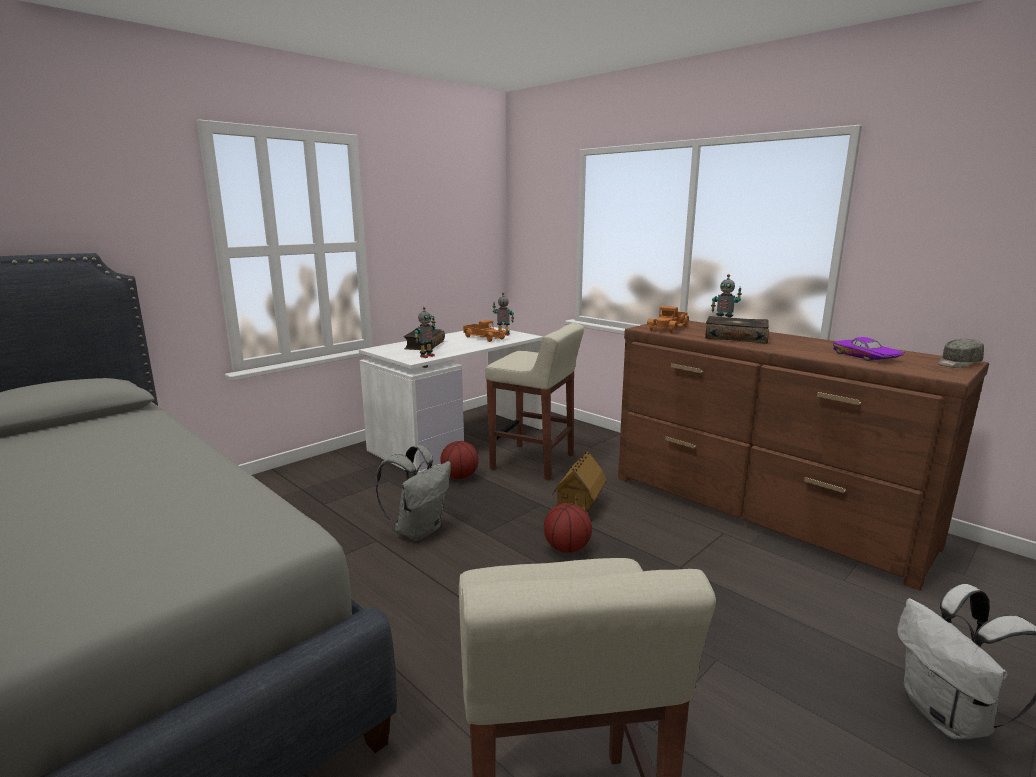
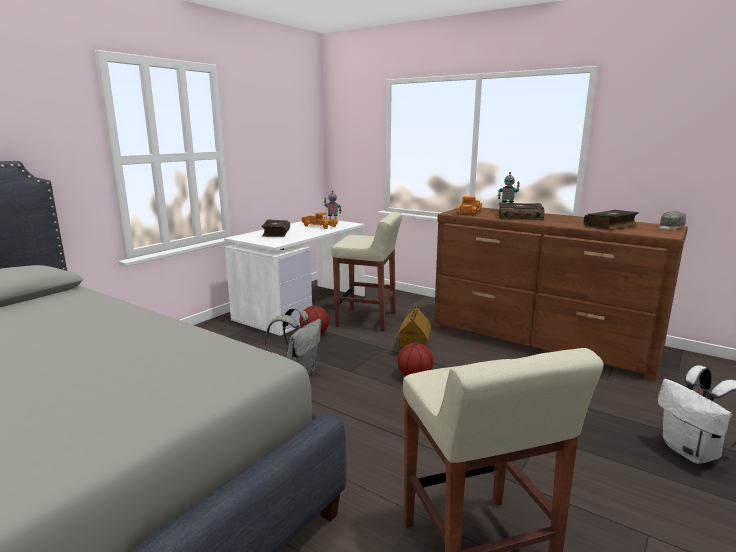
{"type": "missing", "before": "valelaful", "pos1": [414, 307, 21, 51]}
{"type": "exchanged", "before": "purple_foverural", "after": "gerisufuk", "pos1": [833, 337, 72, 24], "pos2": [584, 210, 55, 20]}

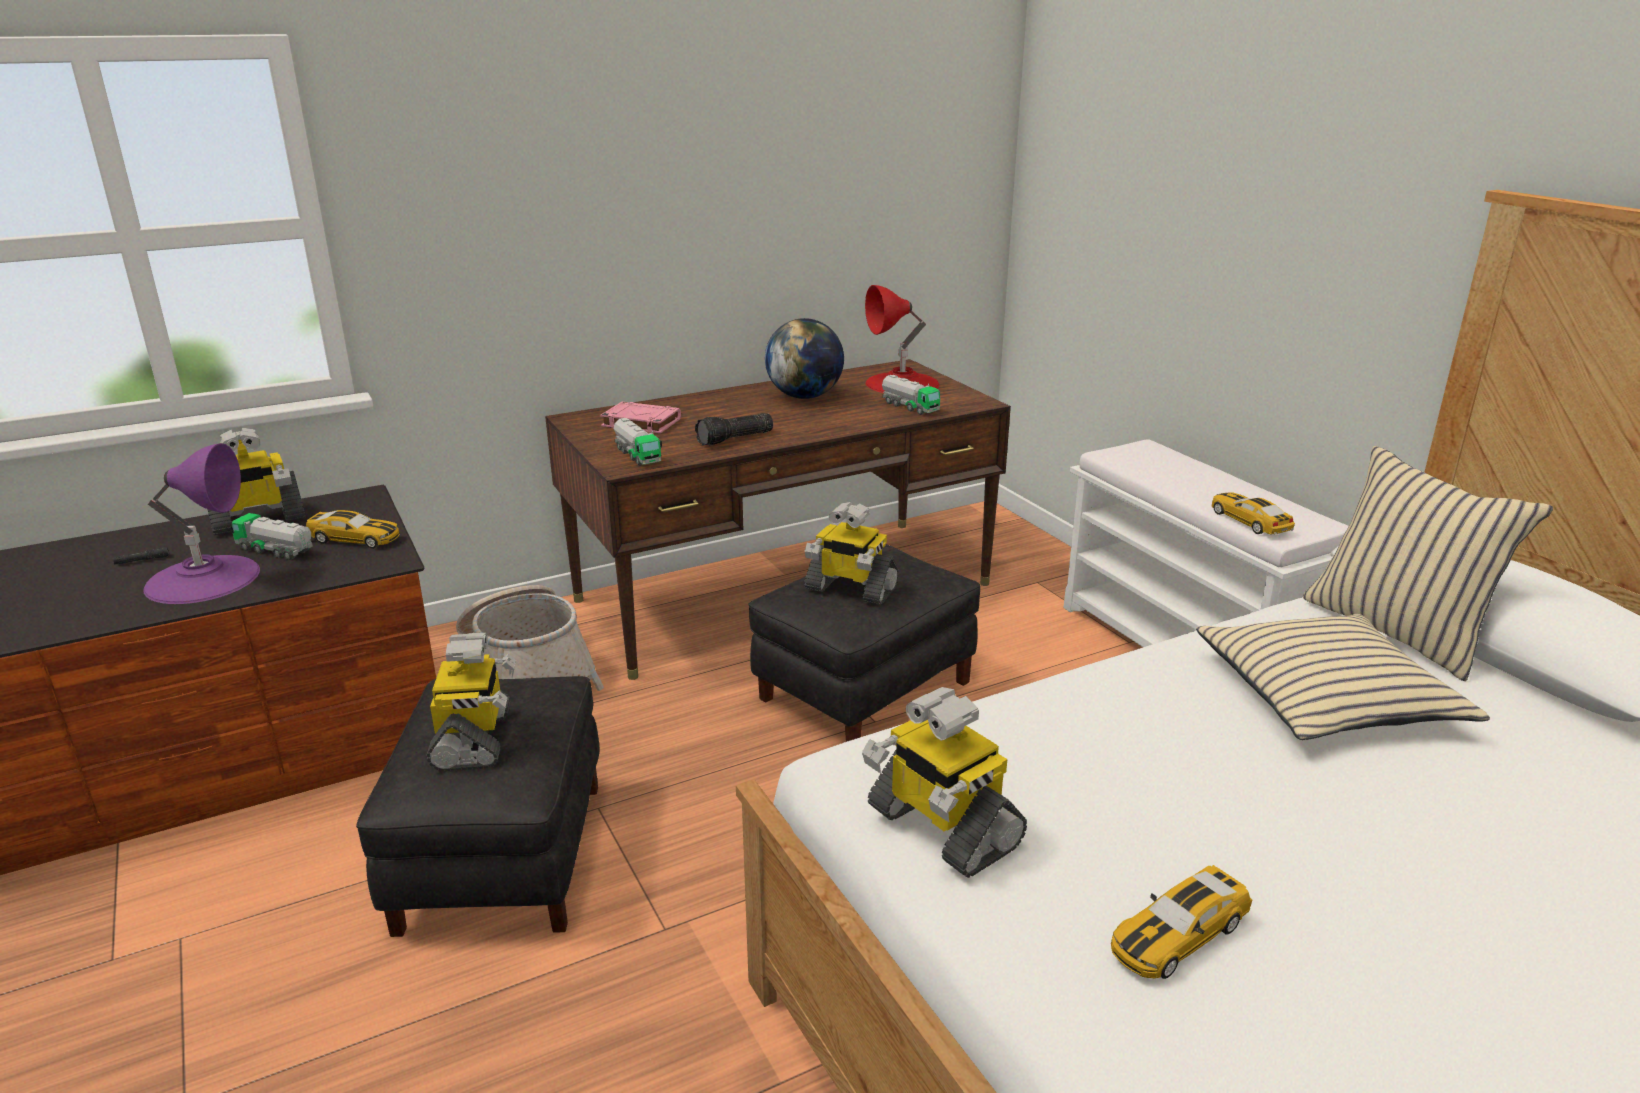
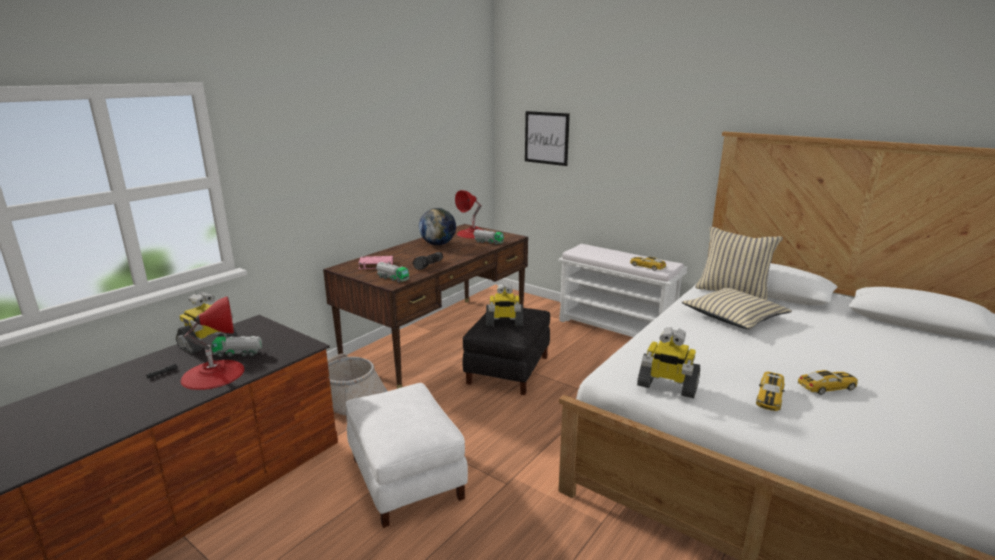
{"type": "colour", "before": "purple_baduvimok", "after": "red_baduvimok", "pos1": [143, 443, 117, 161], "pos2": [181, 296, 64, 94]}
{"type": "relocated", "before": "foverural", "pos1": [306, 510, 94, 39], "pos2": [798, 370, 60, 25]}
{"type": "colour", "before": "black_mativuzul", "after": "white_mativuzul", "pos1": [356, 676, 243, 261], "pos2": [346, 383, 122, 145]}
{"type": "missing", "before": "valelaful", "pos1": [427, 633, 89, 138]}
{"type": "appeared", "after": "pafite", "pos2": [525, 111, 45, 55]}

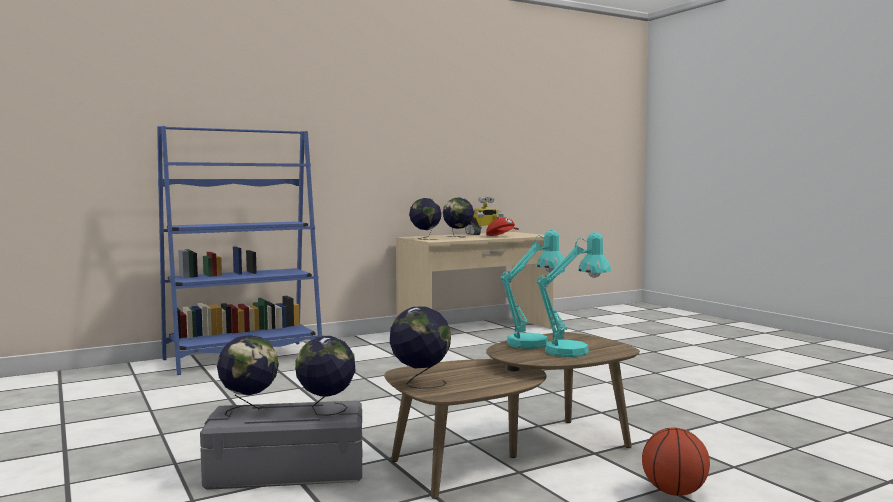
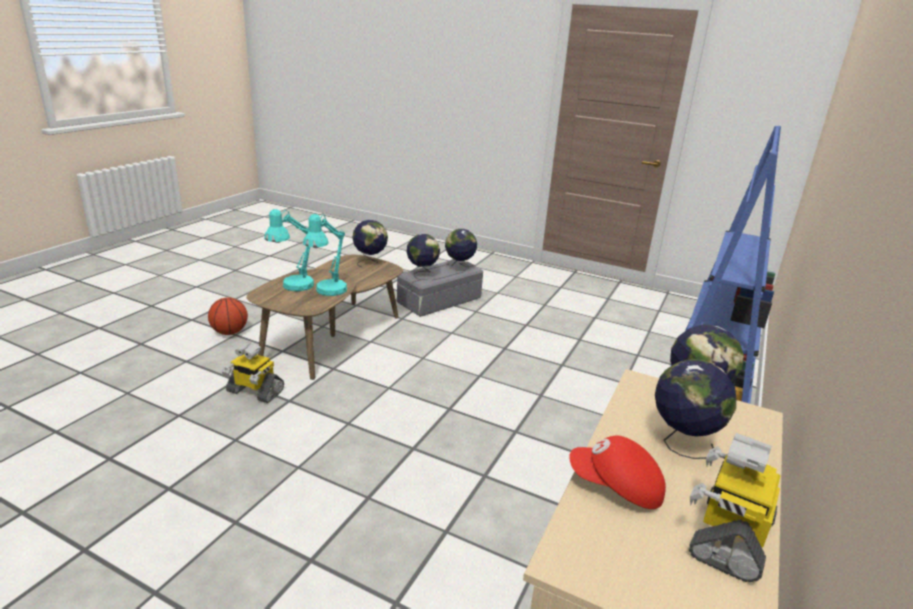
{"type": "appeared", "after": "valelaful", "pos2": [222, 343, 62, 60]}

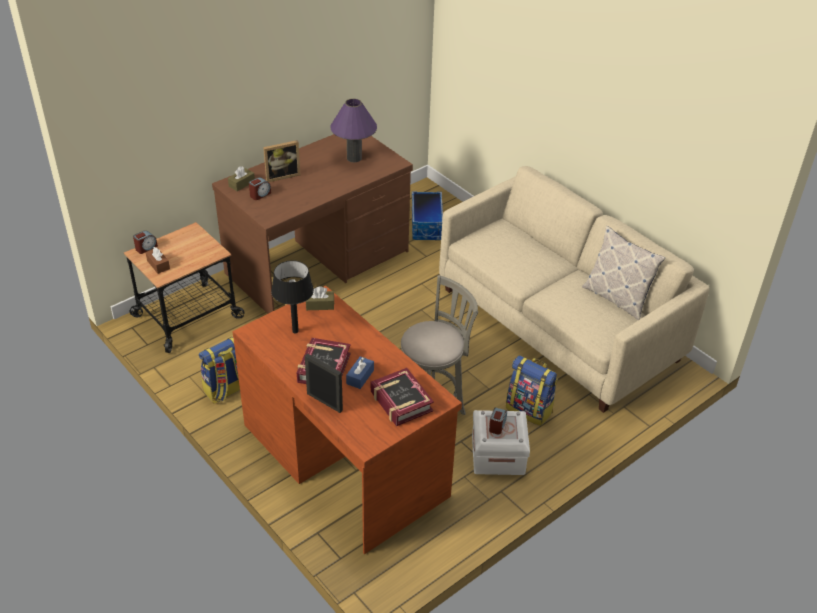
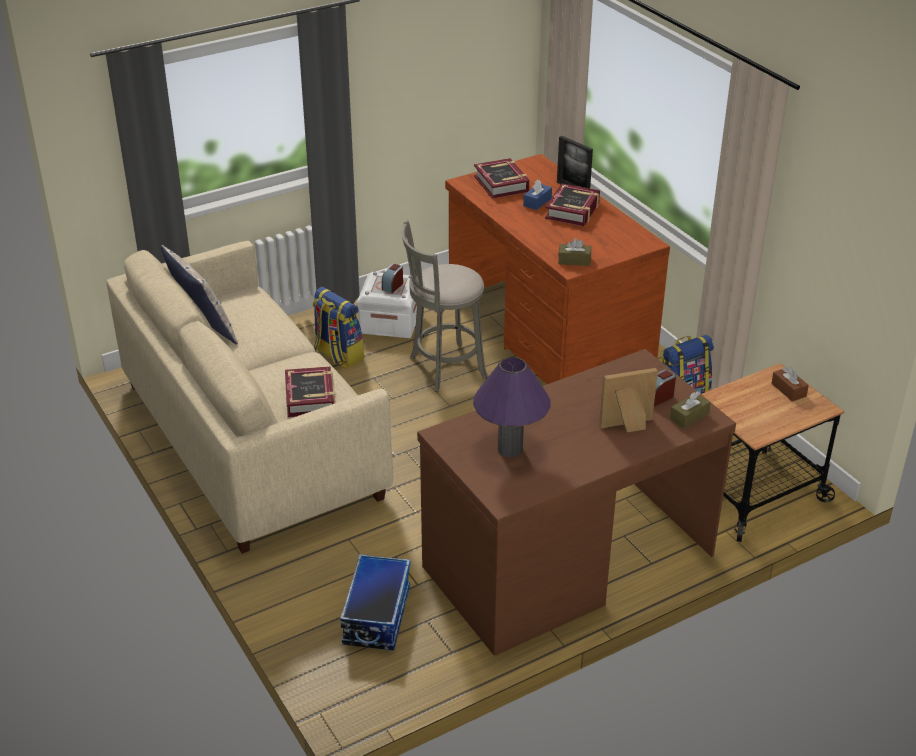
{"type": "missing", "before": "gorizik", "pos1": [133, 231, 25, 23]}
{"type": "missing", "before": "black_baduvimok", "pos1": [271, 260, 43, 73]}
{"type": "appeared", "after": "gerisufuk", "pos2": [285, 366, 50, 51]}

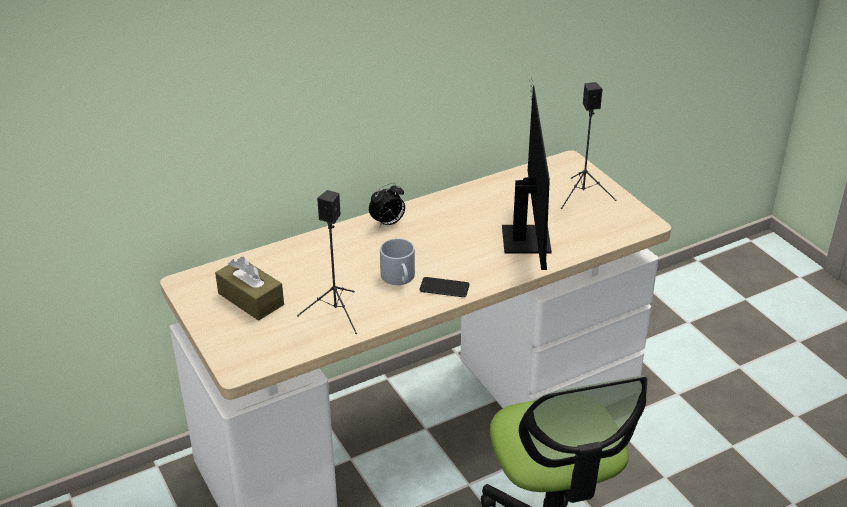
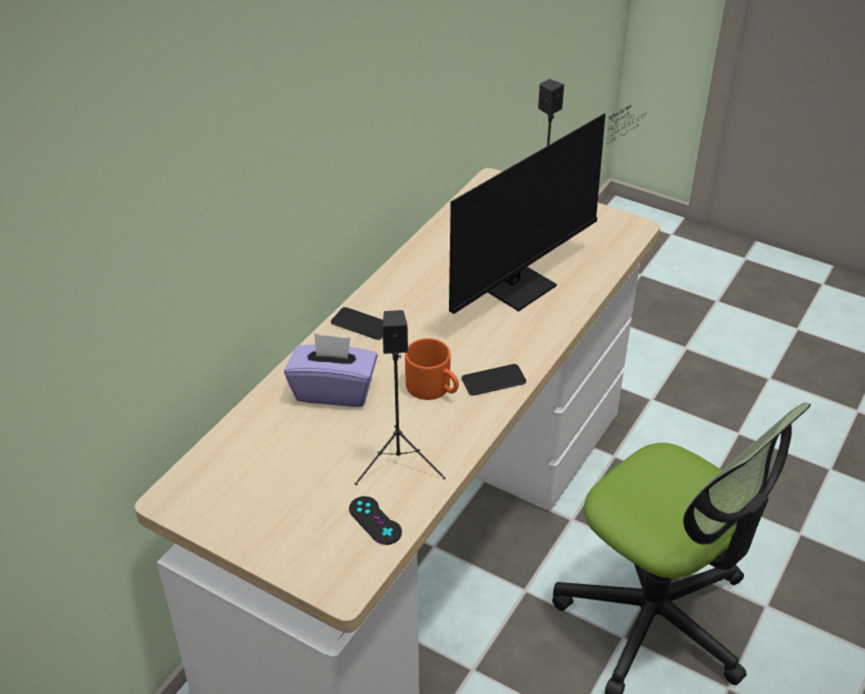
{"type": "missing", "before": "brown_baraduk", "pos1": [215, 257, 69, 64]}
{"type": "exchanged", "before": "gorizik", "after": "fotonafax", "pos1": [369, 183, 36, 45], "pos2": [331, 307, 52, 33]}
{"type": "colour", "before": "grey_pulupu", "after": "orange_pulupu", "pos1": [380, 238, 35, 47], "pos2": [405, 338, 54, 62]}
{"type": "spun", "before": "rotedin", "pos1": [502, 76, 50, 194], "pos2": [449, 105, 198, 209], "turn": 75}
{"type": "appeared", "after": "purple_baraduk", "pos2": [284, 333, 94, 74]}
{"type": "appeared", "after": "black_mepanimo", "pos2": [349, 496, 53, 49]}

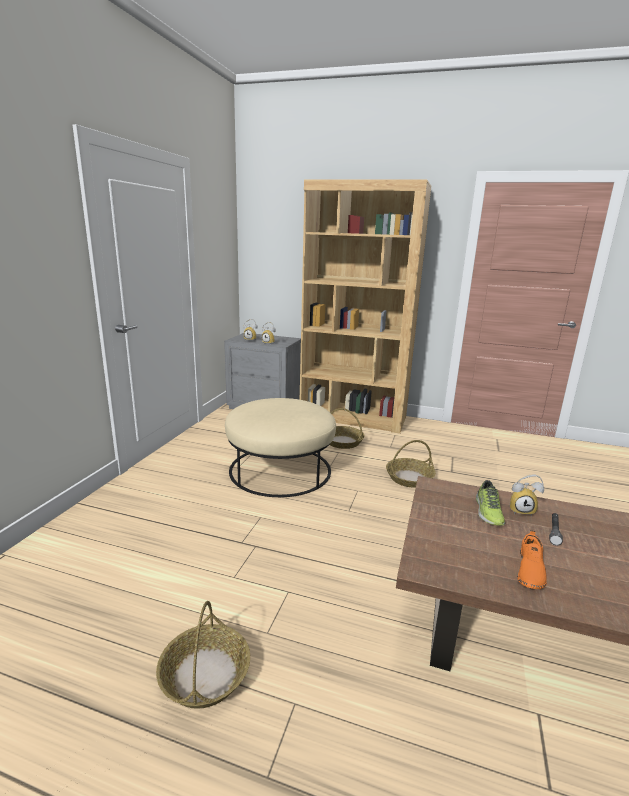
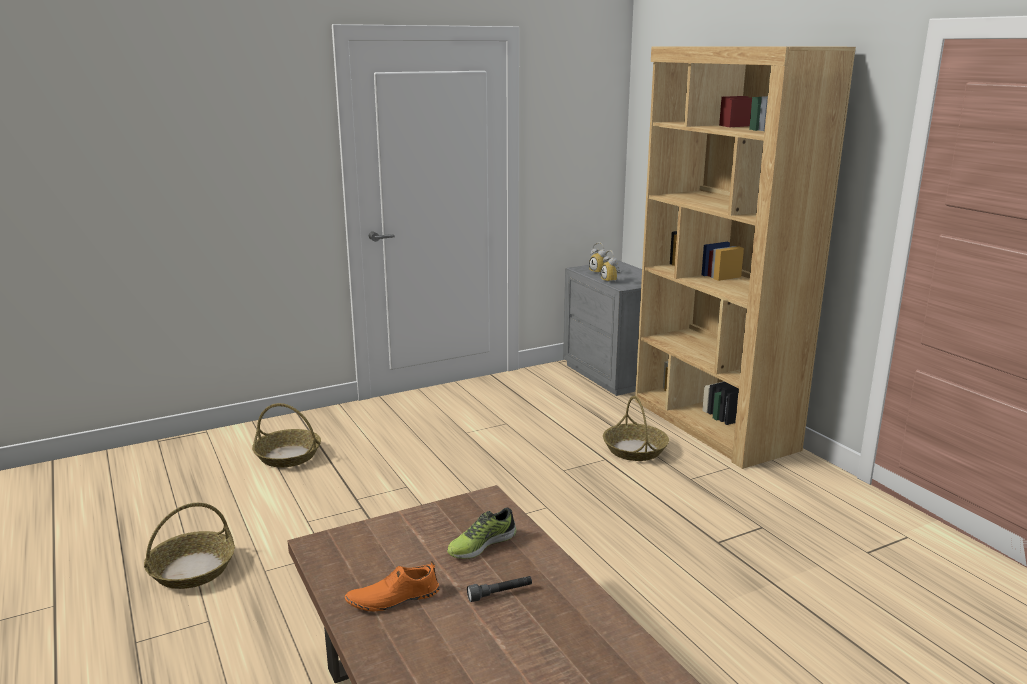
{"type": "missing", "before": "beige_mativuzul", "pos1": [225, 398, 111, 99]}
{"type": "relocated", "before": "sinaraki", "pos1": [386, 440, 50, 48], "pos2": [252, 403, 69, 65]}
{"type": "missing", "before": "gorizik", "pos1": [510, 474, 34, 42]}

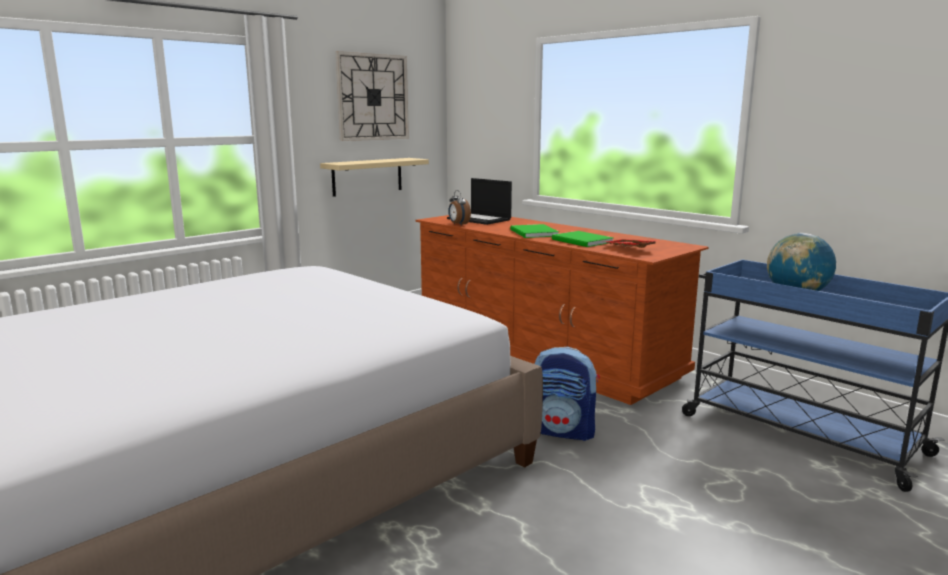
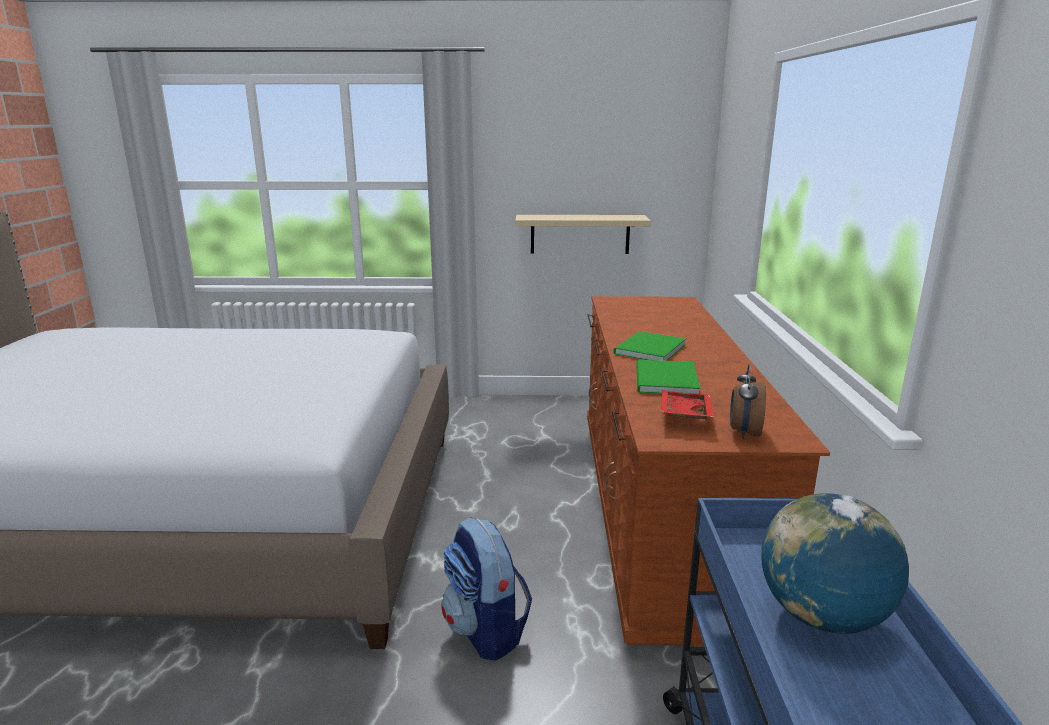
{"type": "missing", "before": "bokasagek", "pos1": [335, 51, 74, 90]}
{"type": "missing", "before": "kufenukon", "pos1": [447, 178, 65, 47]}
{"type": "relocated", "before": "gorizik", "pos1": [448, 190, 23, 36], "pos2": [730, 364, 36, 75]}

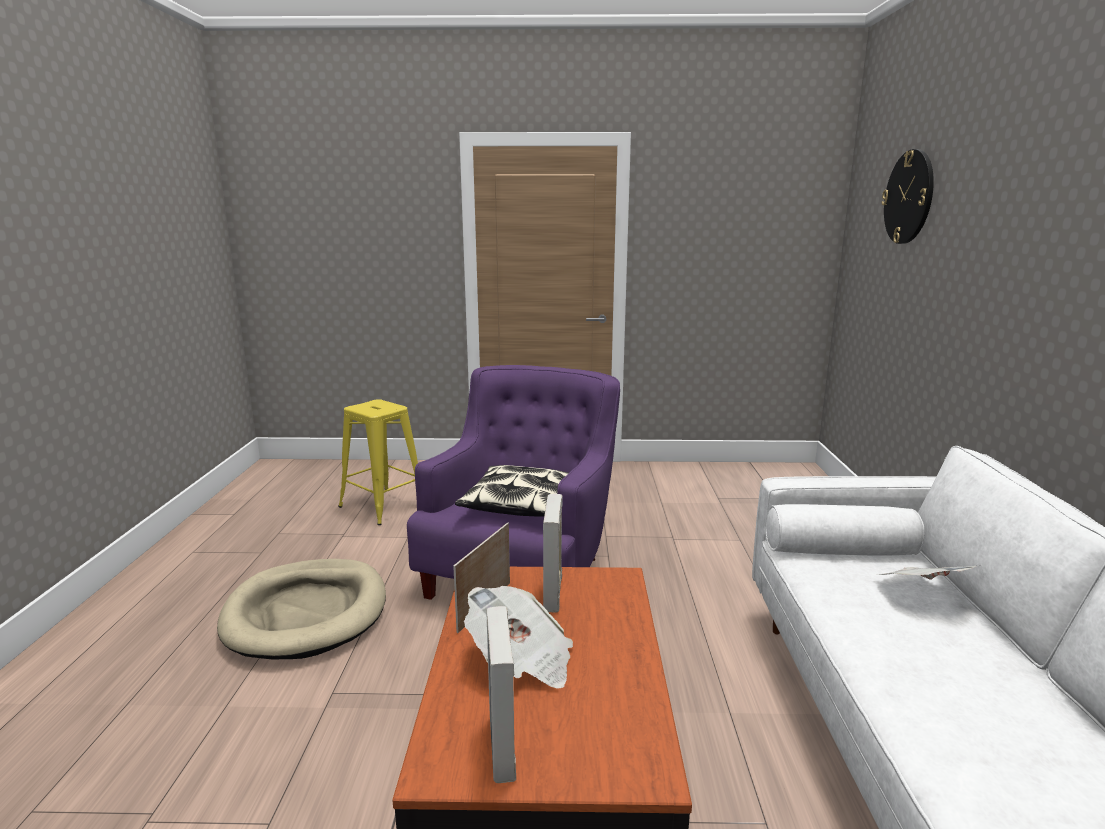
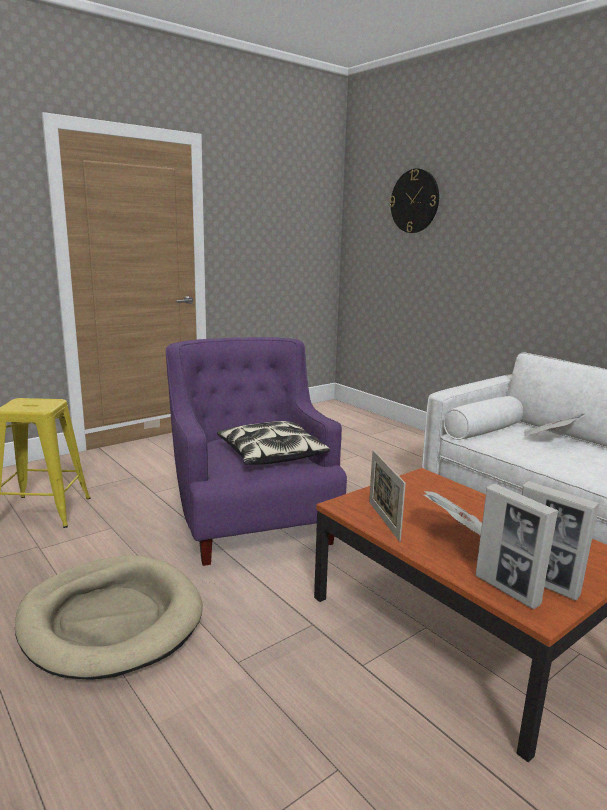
{"type": "relocated", "before": "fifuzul", "pos1": [543, 494, 20, 118], "pos2": [475, 484, 83, 125]}

